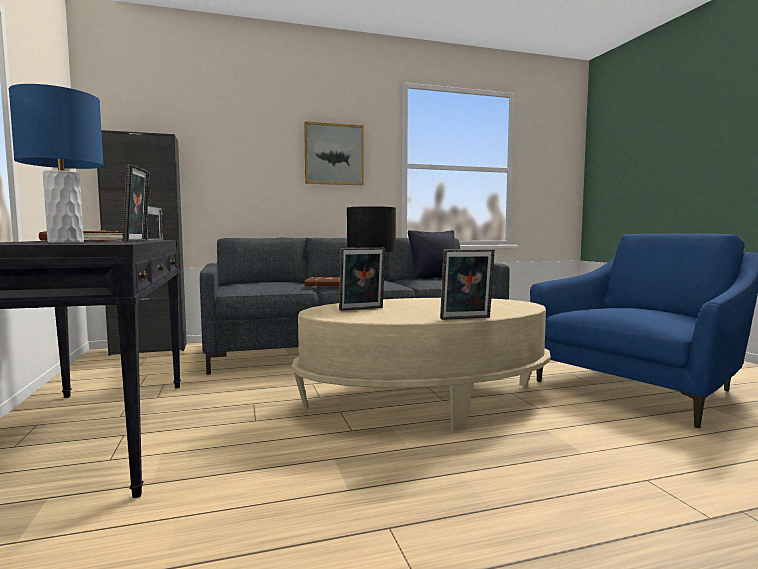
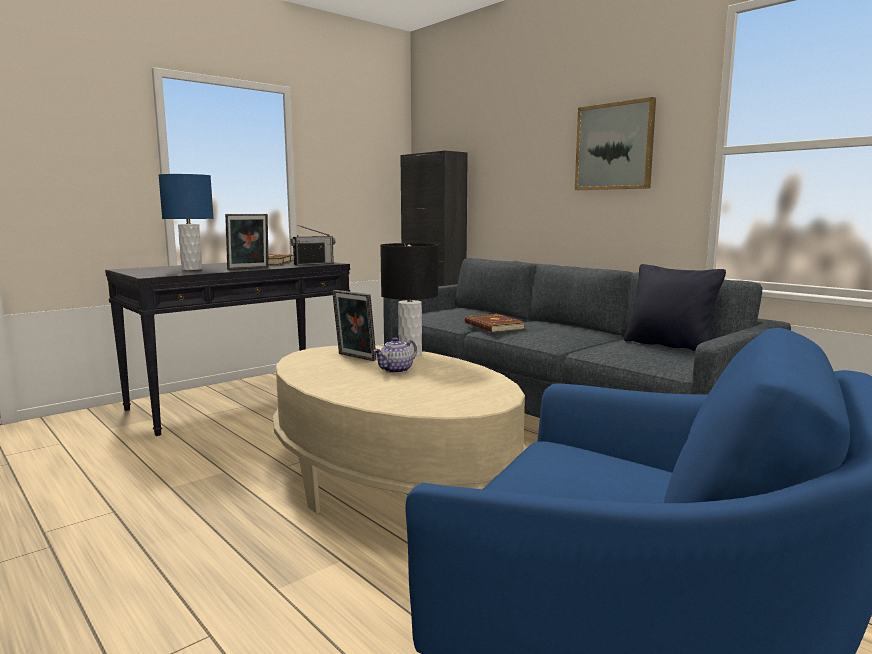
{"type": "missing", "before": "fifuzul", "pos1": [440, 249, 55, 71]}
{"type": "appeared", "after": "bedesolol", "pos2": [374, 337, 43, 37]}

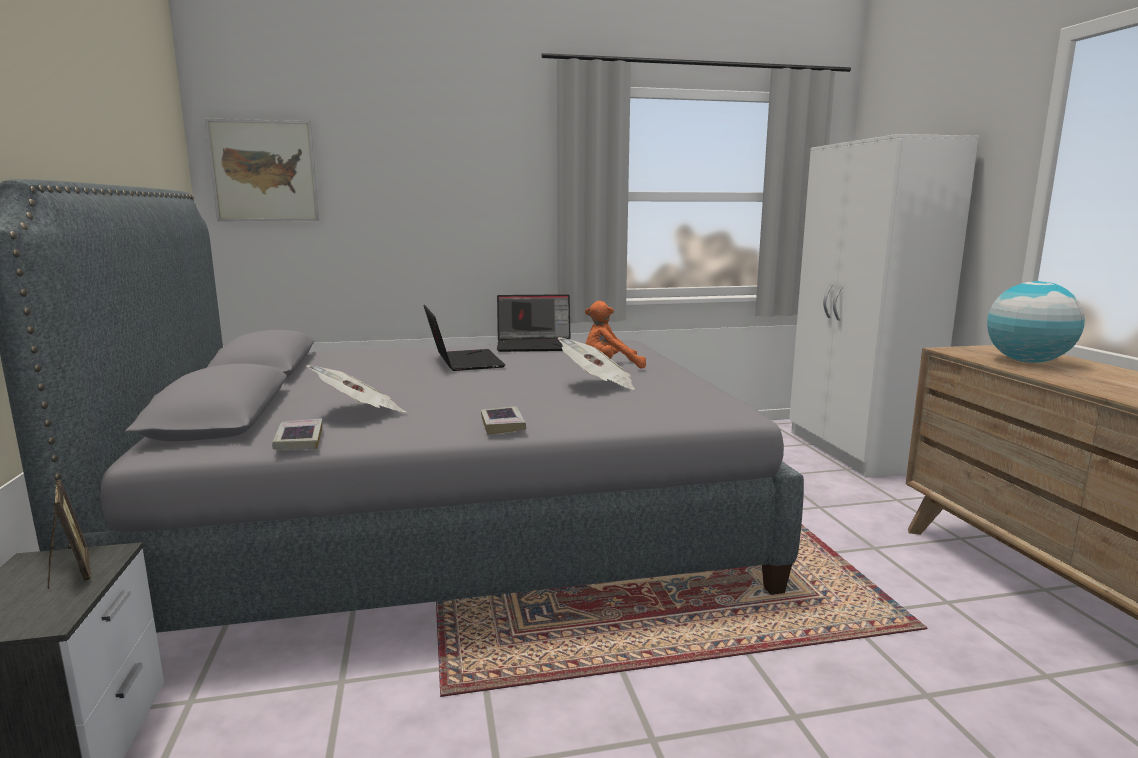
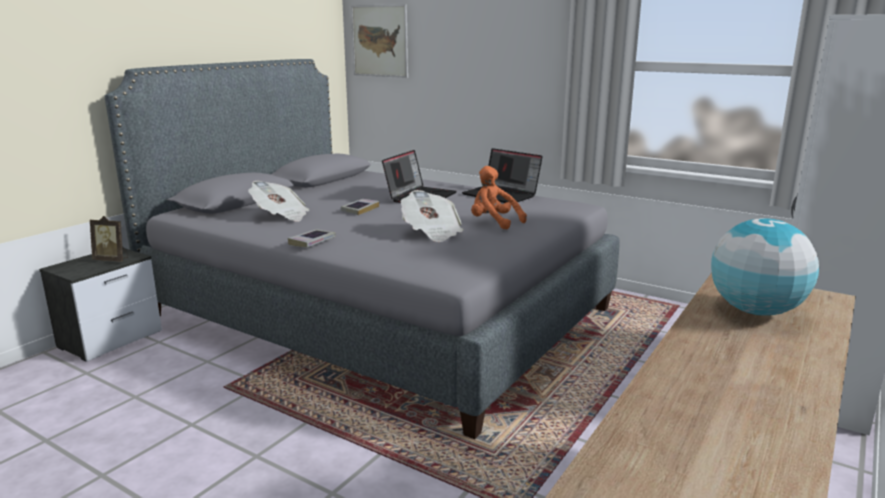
{"type": "spun", "before": "fifuzul", "pos1": [47, 479, 44, 110], "pos2": [90, 216, 38, 45], "turn": 90}
{"type": "relocated", "before": "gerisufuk", "pos1": [272, 418, 50, 32], "pos2": [341, 199, 38, 16]}

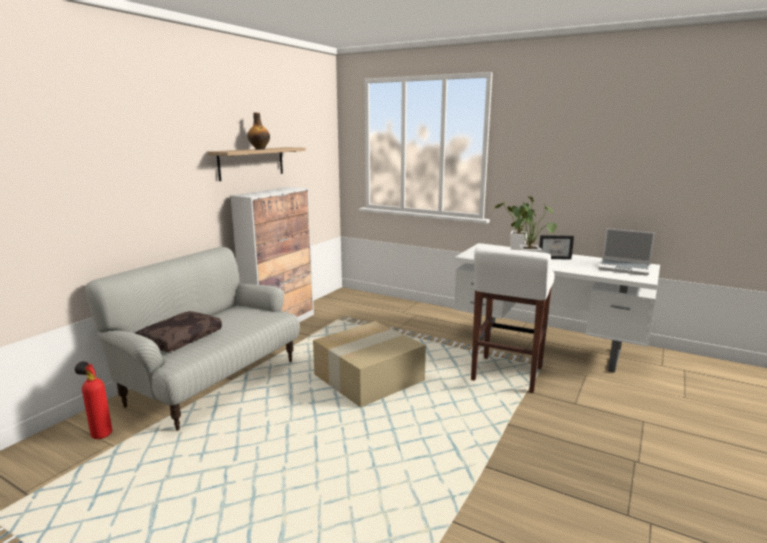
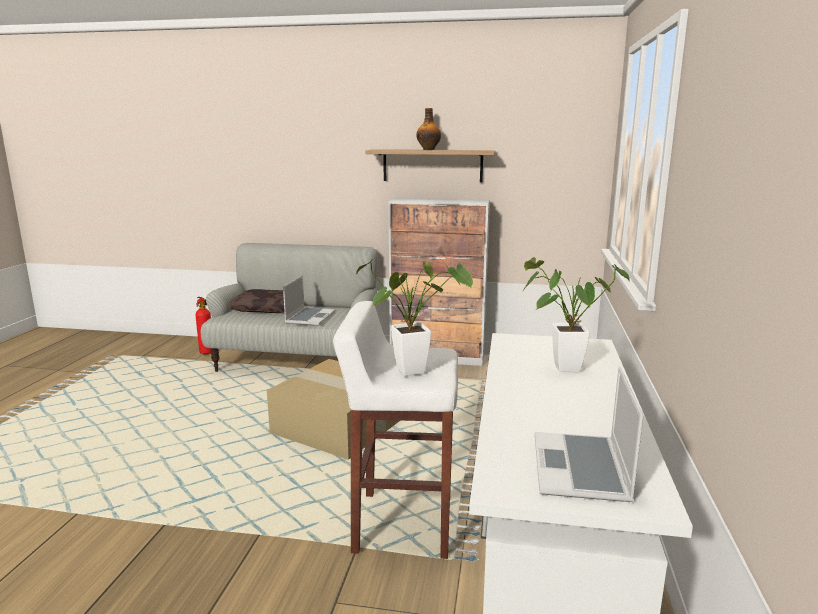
{"type": "missing", "before": "fifuzul", "pos1": [539, 235, 35, 25]}
{"type": "appeared", "after": "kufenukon", "pos2": [283, 275, 52, 51]}

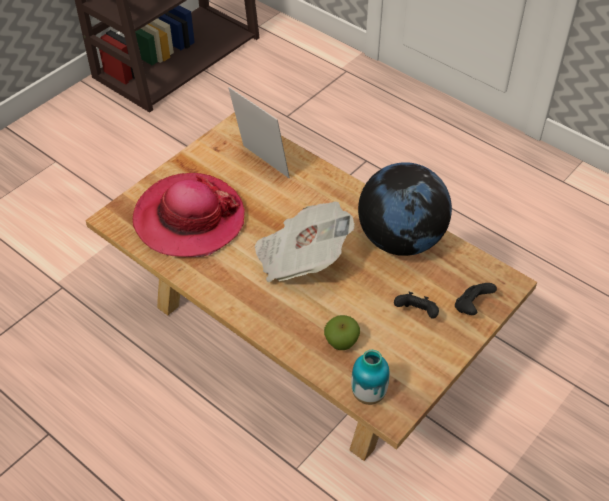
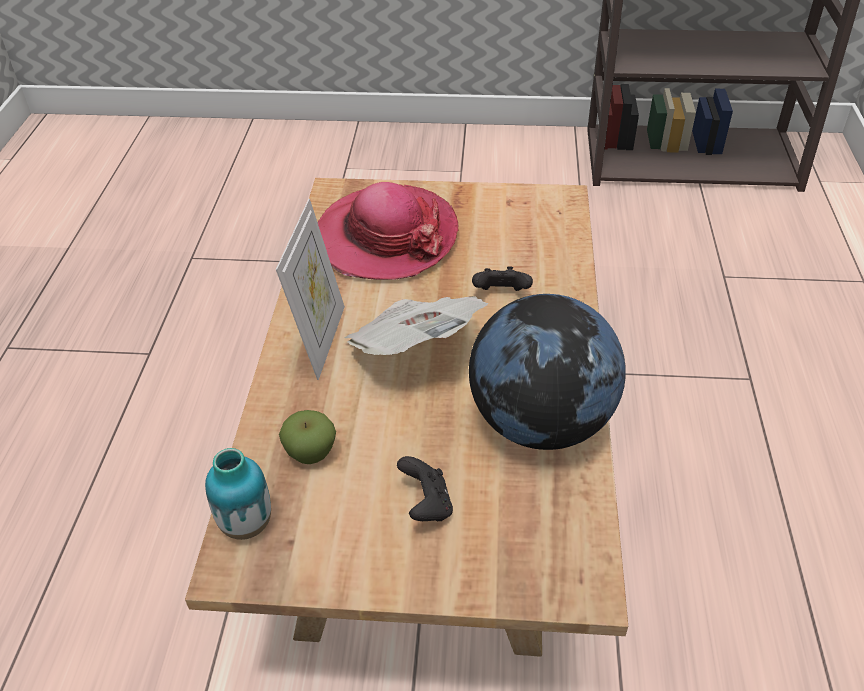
{"type": "relocated", "before": "fifuzul", "pos1": [228, 87, 62, 91], "pos2": [276, 199, 69, 181]}
{"type": "relocated", "before": "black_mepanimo", "pos1": [455, 283, 42, 32], "pos2": [472, 266, 61, 25]}

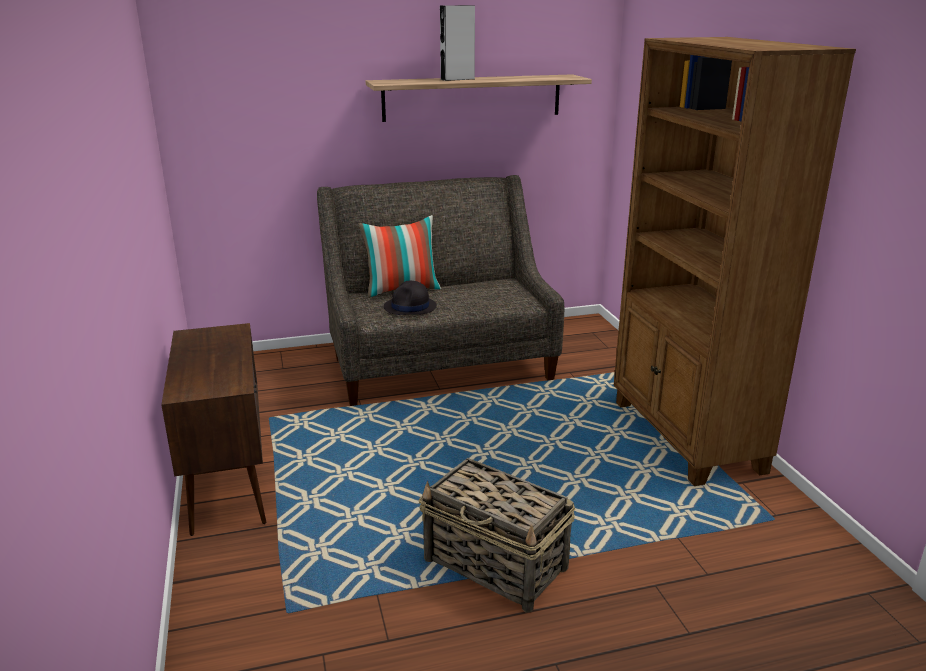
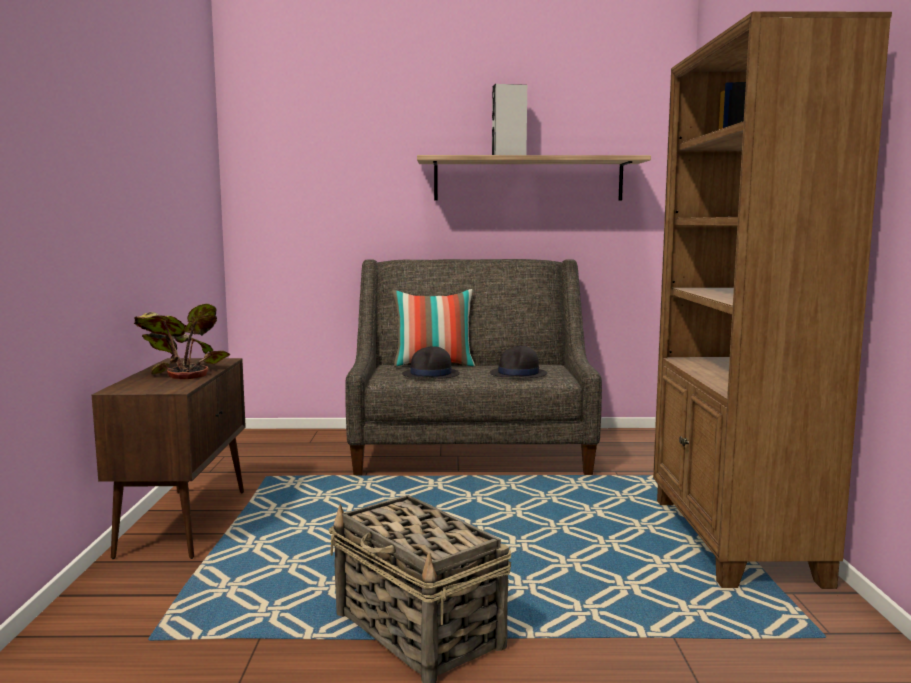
{"type": "appeared", "after": "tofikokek", "pos2": [134, 303, 96, 76]}
{"type": "appeared", "after": "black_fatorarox", "pos2": [490, 346, 57, 32]}

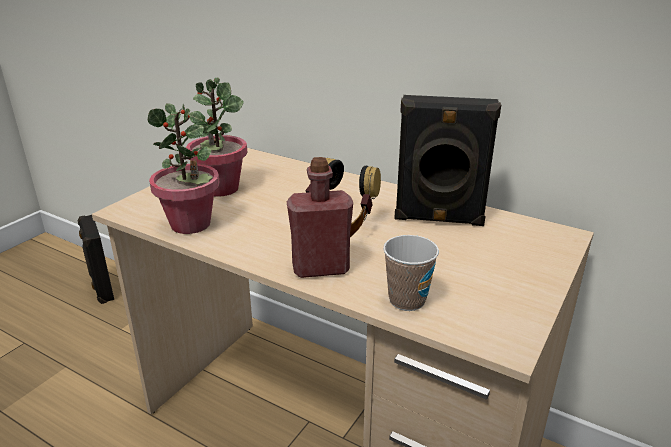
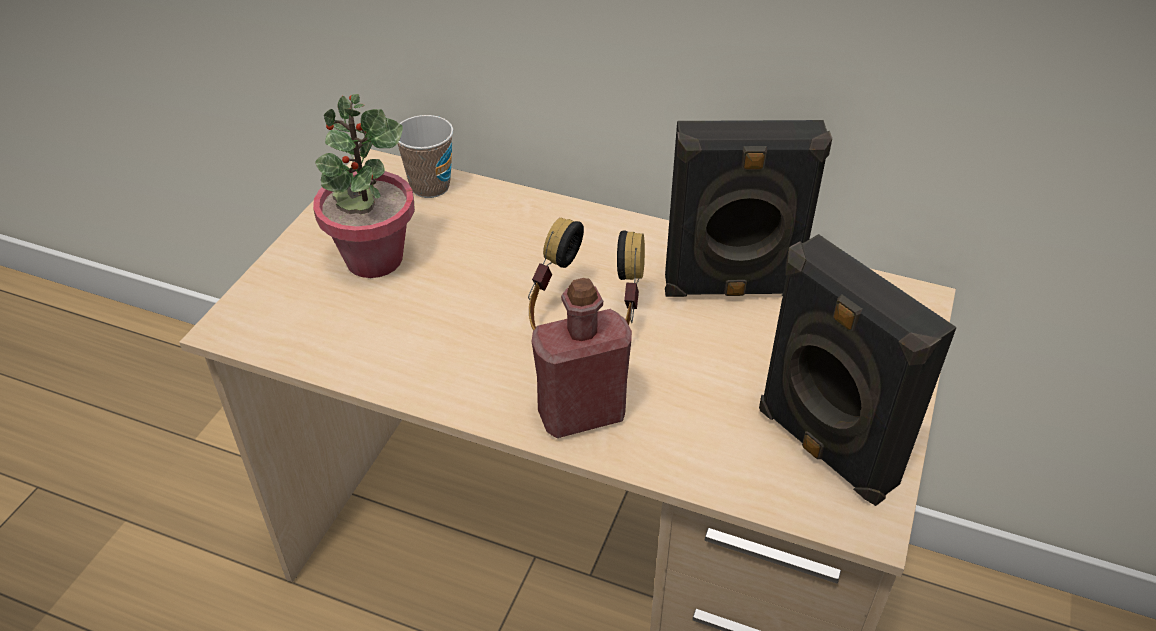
{"type": "relocated", "before": "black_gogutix", "pos1": [77, 215, 37, 89], "pos2": [759, 234, 198, 272]}
{"type": "missing", "before": "tofikokek", "pos1": [148, 103, 72, 131]}
{"type": "relocated", "before": "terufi", "pos1": [383, 235, 56, 76], "pos2": [398, 115, 55, 83]}

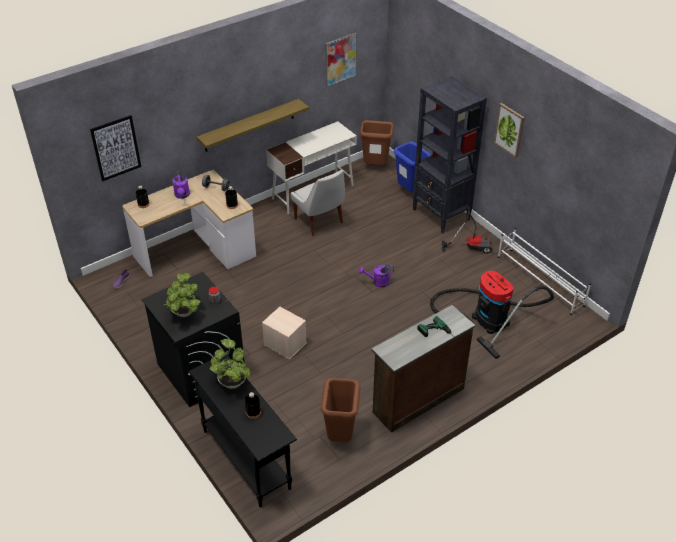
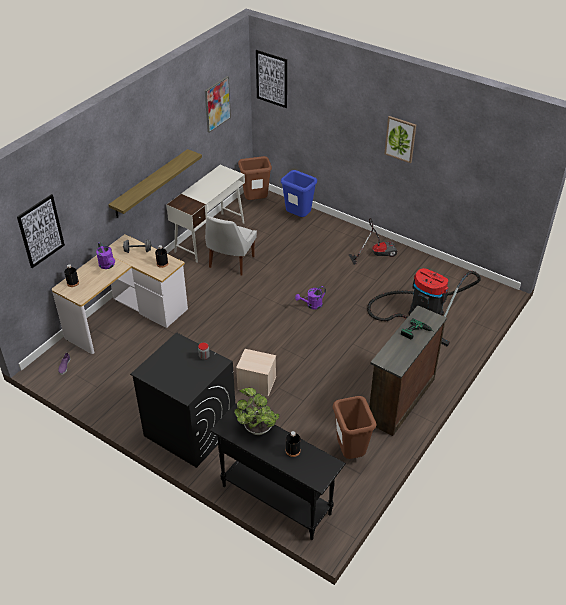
{"type": "missing", "before": "tofikokek", "pos1": [163, 273, 37, 44]}
{"type": "spun", "before": "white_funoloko", "pos1": [291, 170, 54, 66], "pos2": [205, 216, 52, 60], "turn": 75}
{"type": "missing", "before": "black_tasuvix", "pos1": [413, 76, 74, 157]}
{"type": "missing", "before": "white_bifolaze", "pos1": [498, 228, 93, 87]}
{"type": "appeared", "after": "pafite", "pos2": [256, 50, 31, 58]}

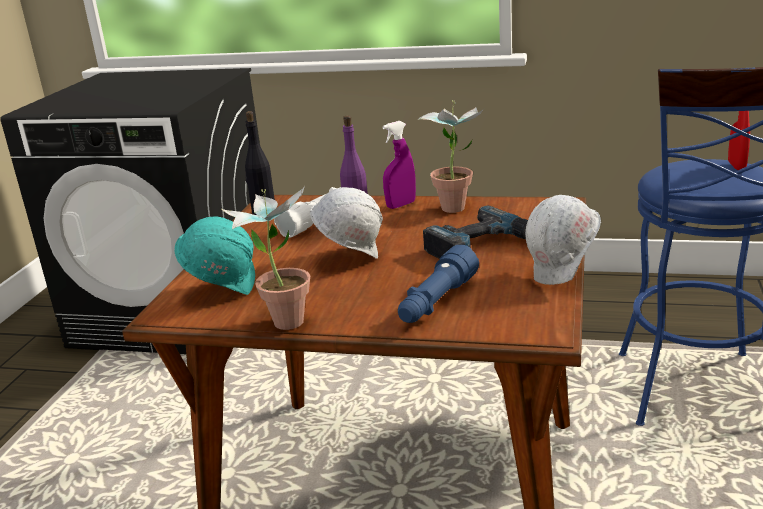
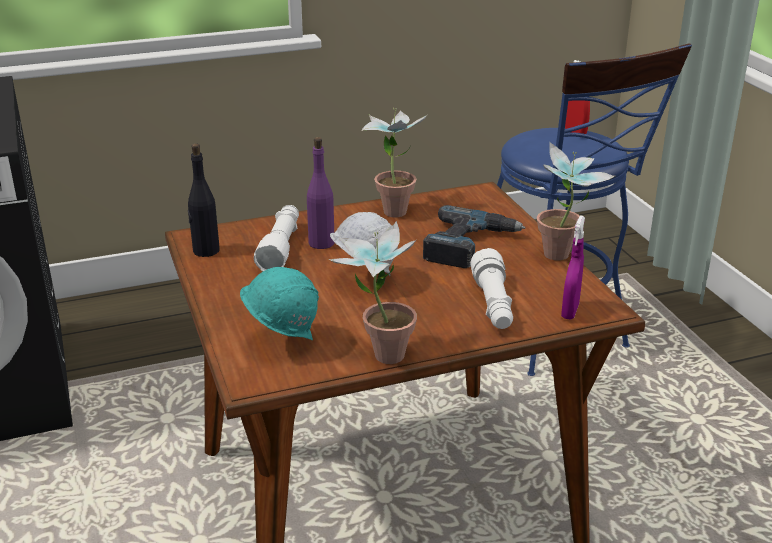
{"type": "relocated", "before": "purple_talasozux", "pos1": [382, 121, 34, 88], "pos2": [561, 215, 24, 104]}
{"type": "colour", "before": "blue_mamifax", "after": "white_mamifax", "pos1": [398, 245, 81, 78], "pos2": [470, 248, 43, 81]}
{"type": "exchanged", "before": "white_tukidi", "after": "tofikokek", "pos1": [525, 195, 76, 90], "pos2": [537, 141, 78, 119]}

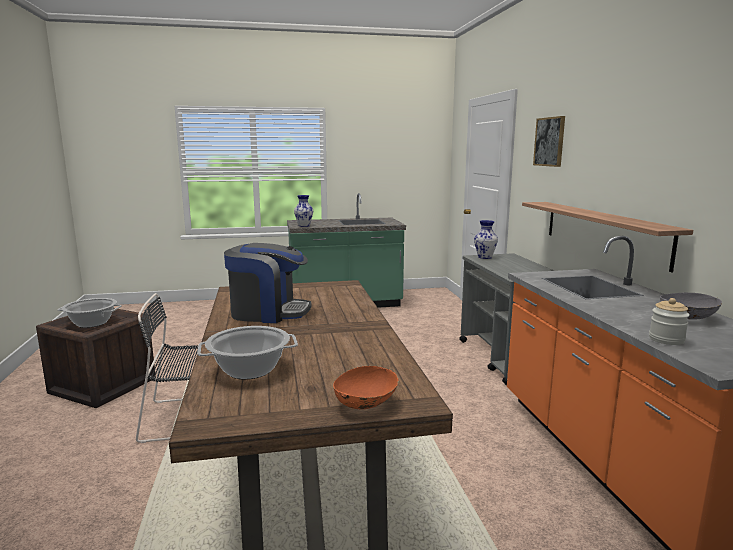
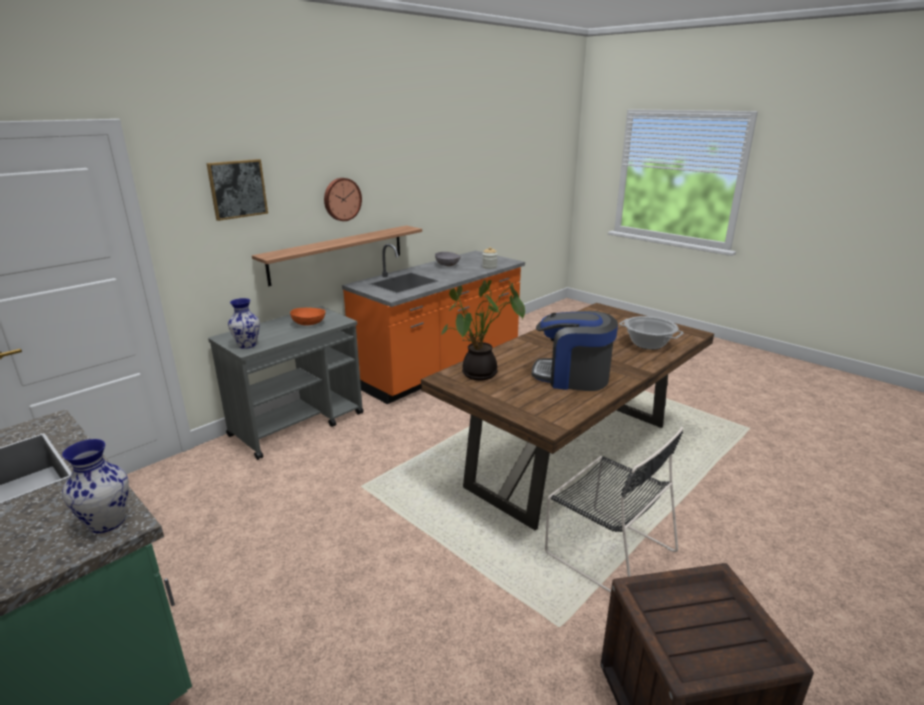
{"type": "missing", "before": "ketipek", "pos1": [58, 298, 64, 30]}
{"type": "spun", "before": "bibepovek", "pos1": [224, 243, 88, 80], "pos2": [532, 311, 86, 80], "turn": -45}
{"type": "relocated", "before": "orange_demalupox", "pos1": [333, 366, 65, 43], "pos2": [290, 307, 36, 19]}
{"type": "appeared", "after": "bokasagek", "pos2": [324, 178, 38, 43]}
{"type": "appeared", "after": "tofikokek", "pos2": [441, 280, 84, 101]}

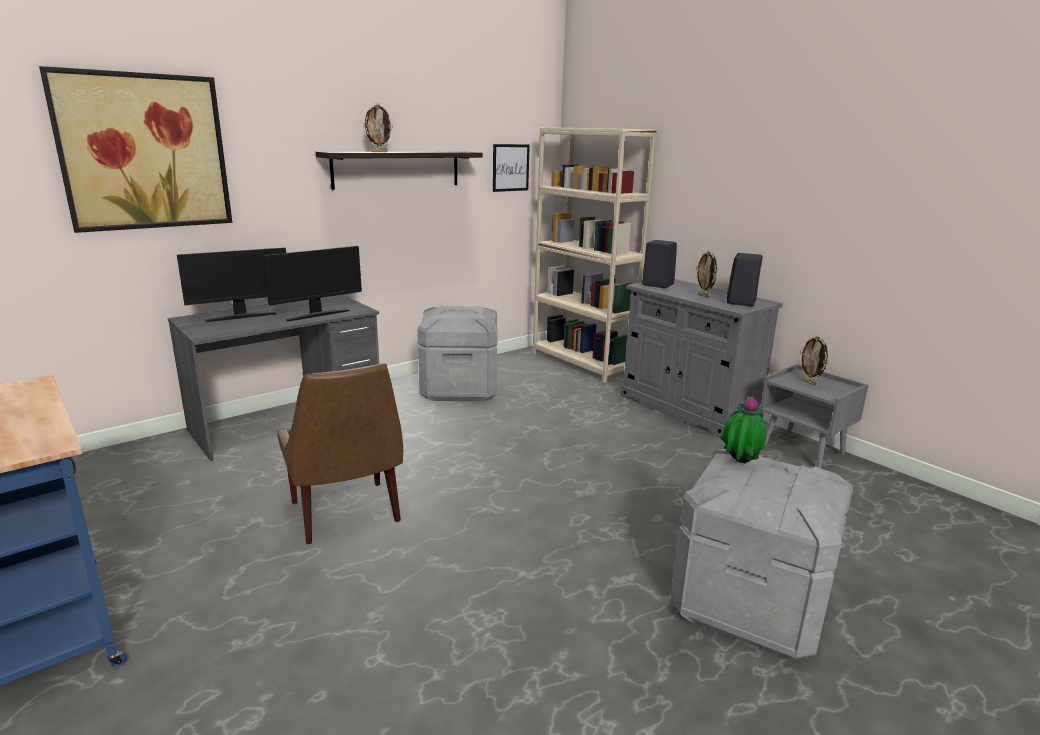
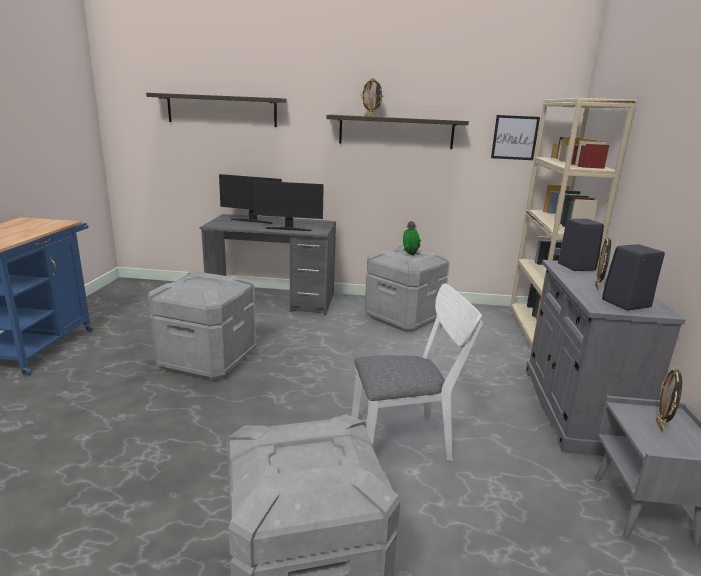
{"type": "exchanged", "before": "pafite", "after": "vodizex", "pos1": [39, 66, 193, 167], "pos2": [146, 93, 141, 34]}
{"type": "exchanged", "before": "brown_funoloko", "after": "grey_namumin", "pos1": [277, 363, 126, 181], "pos2": [148, 271, 108, 109]}
{"type": "relocated", "before": "tofikokek", "pos1": [720, 396, 46, 67], "pos2": [403, 221, 18, 35]}
{"type": "appeared", "after": "white_funoloko", "pos2": [352, 283, 131, 178]}

